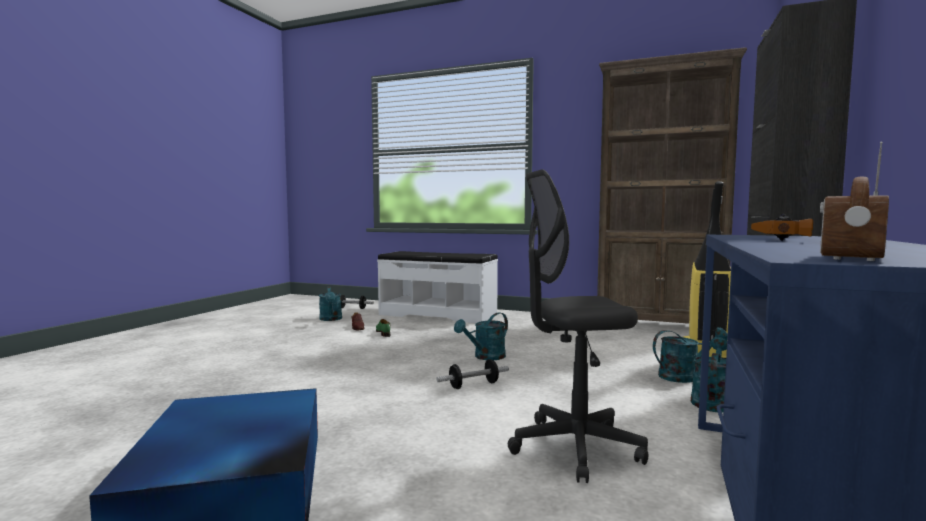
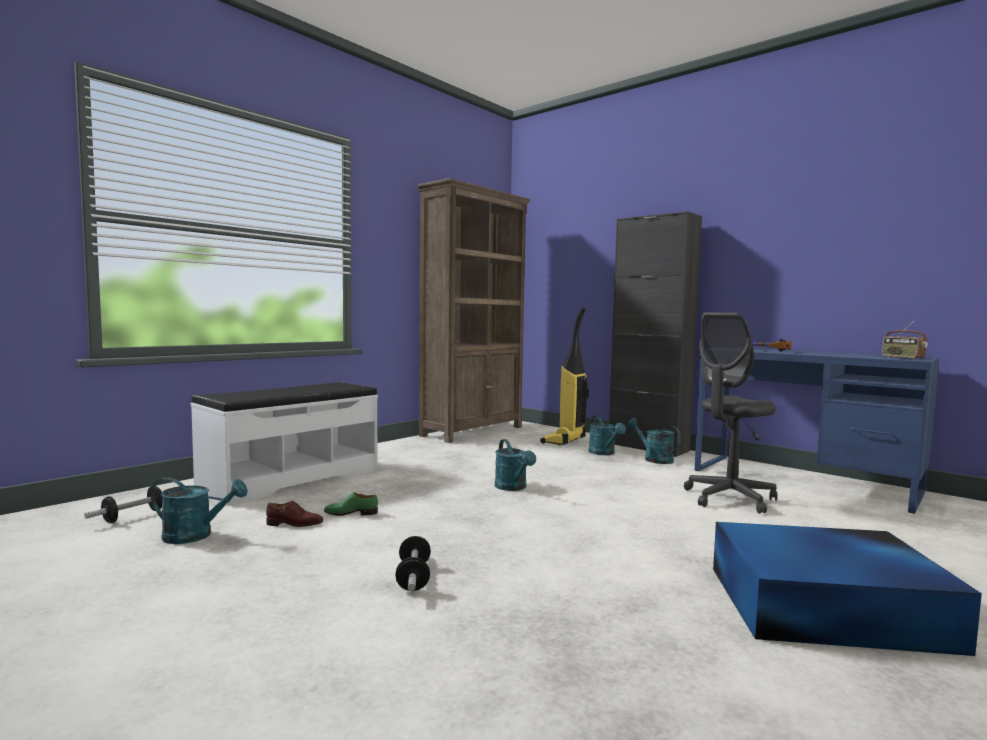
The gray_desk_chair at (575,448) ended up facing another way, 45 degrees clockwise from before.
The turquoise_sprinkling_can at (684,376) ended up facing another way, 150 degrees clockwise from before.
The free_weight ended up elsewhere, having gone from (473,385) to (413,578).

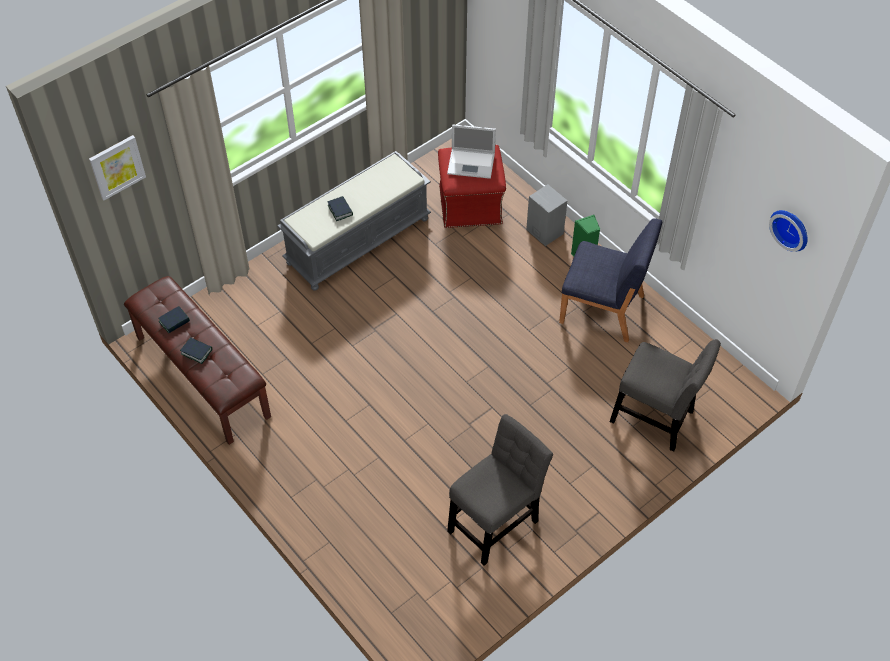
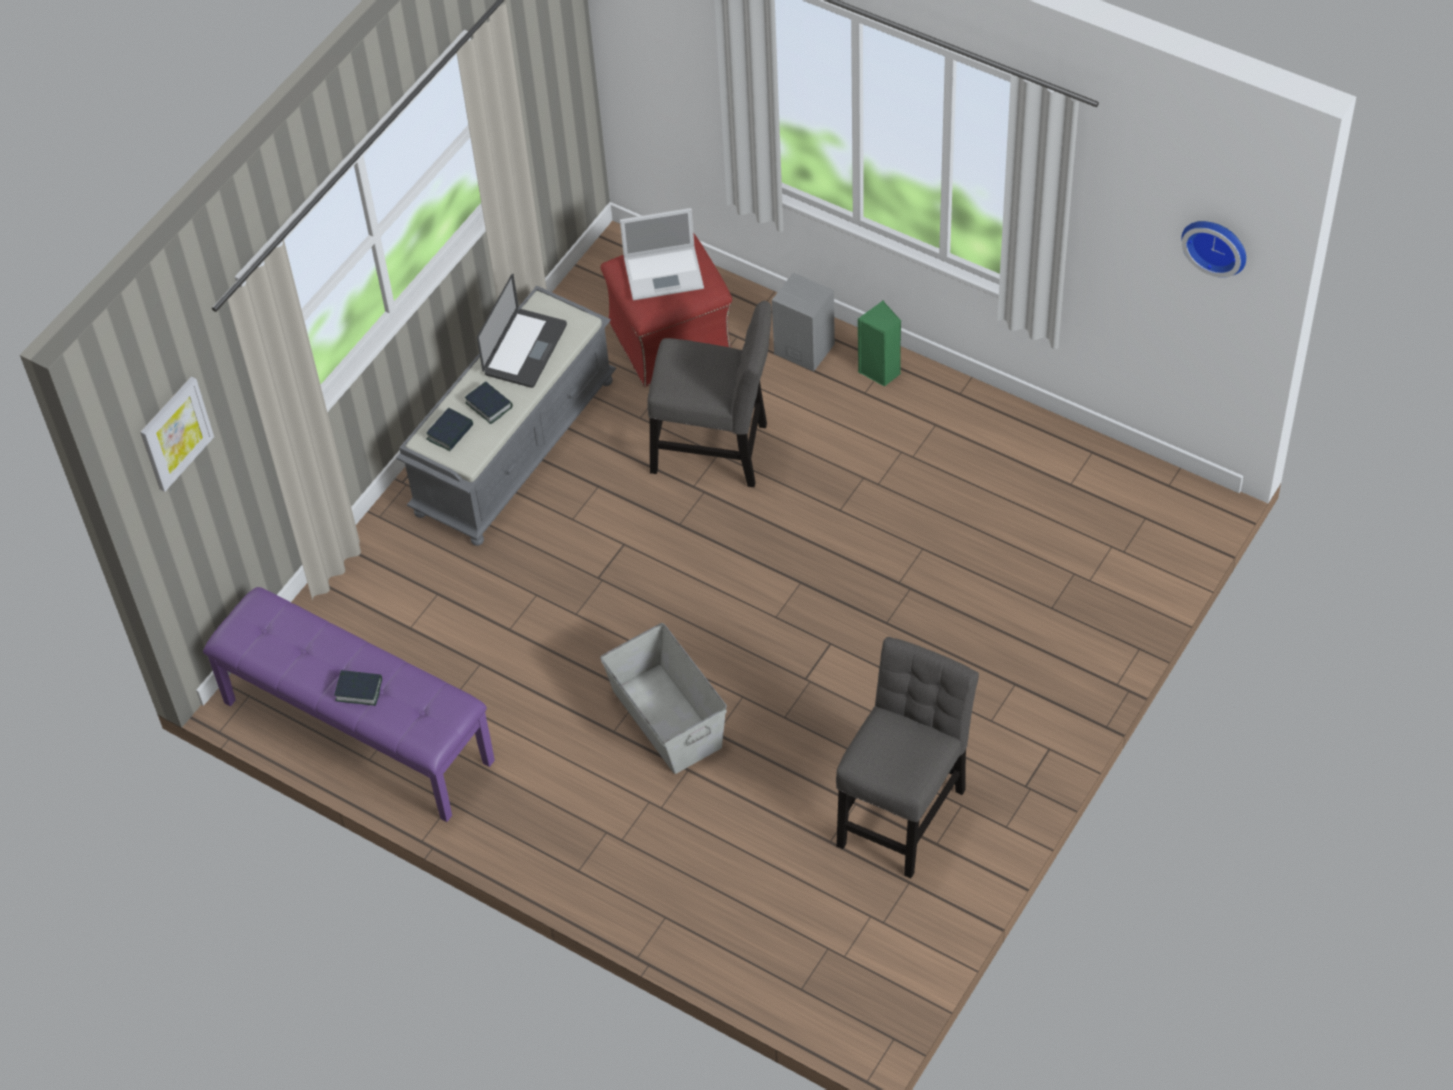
The second view lost the blue-coloured_chair at (603,310).
What was the brown_bench at (201,376) turned into the purple-coloured_bench at (356,732).
The book ended up elsewhere, having gone from (174,321) to (450,433).
The gray_chair ended up elsewhere, having gone from (655,419) to (716,450).
The second view gained the portable_computer at (525,349).
The second view gained the gray_storage_box at (666,719).

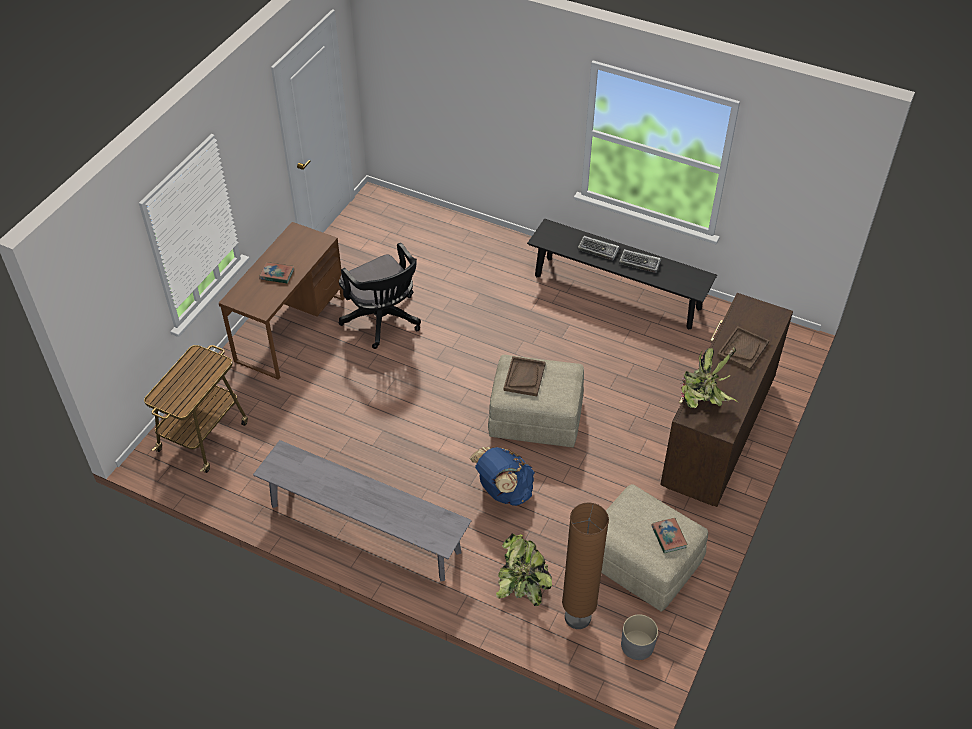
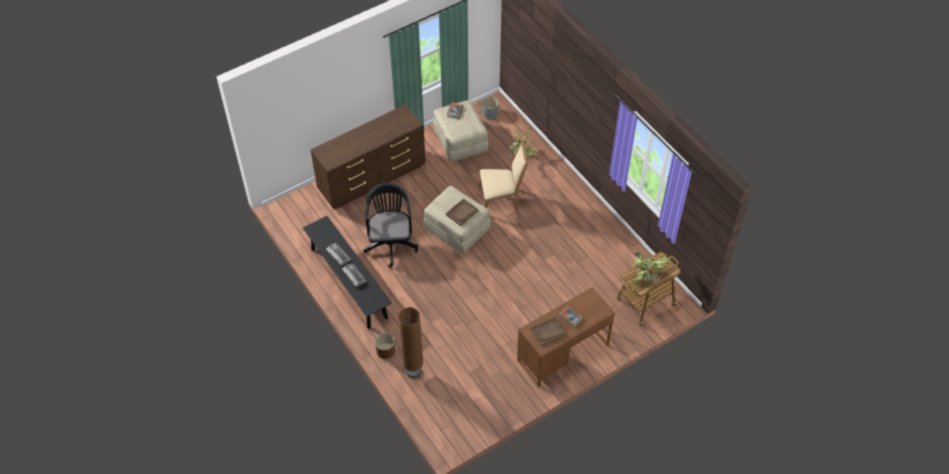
The black_desk_chair ended up elsewhere, having gone from (383,321) to (391,242).
The brown_carrying_tray ended up elsewhere, having gone from (742,349) to (548,332).
The potted_plant ended up elsewhere, having gone from (701,401) to (648,275).
The second view lost the gray_bench at (364,528).
Where the blue-coloured_backpack stood at (503,491), the sand-coloured_chair came to stand at (501,199).
The brown_standing_lamp ended up elsewhere, having gone from (577,617) to (413,371).
The second view gained the brown_flower_pot at (385,350).

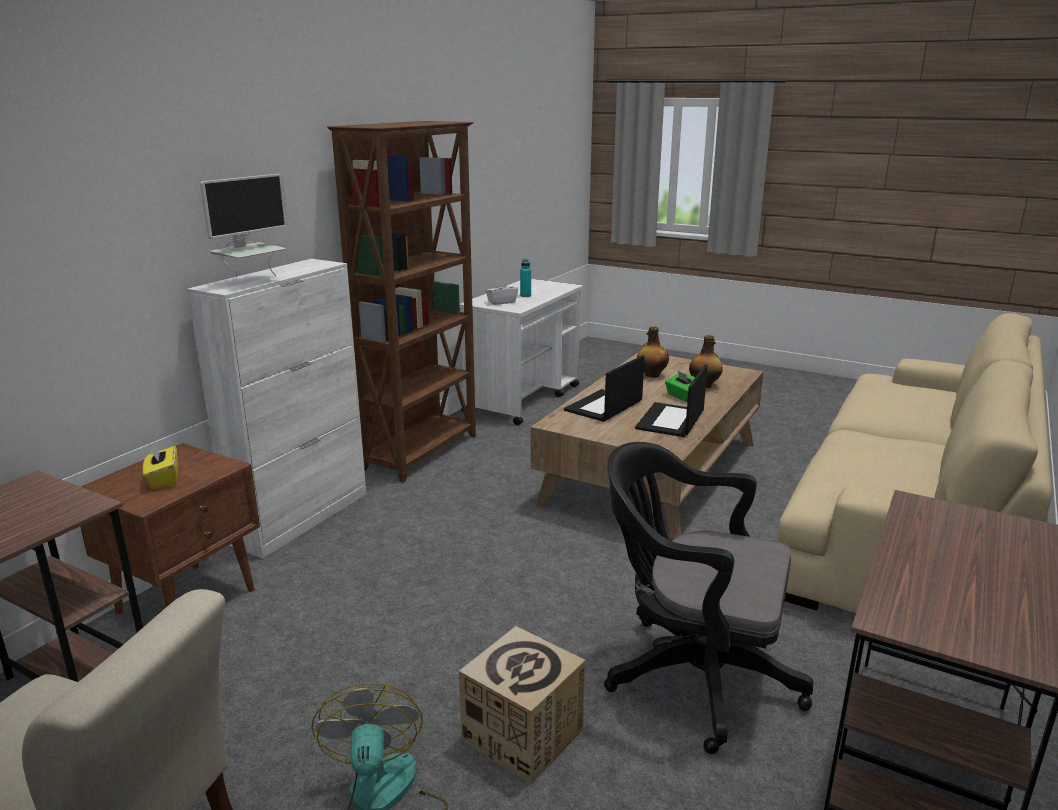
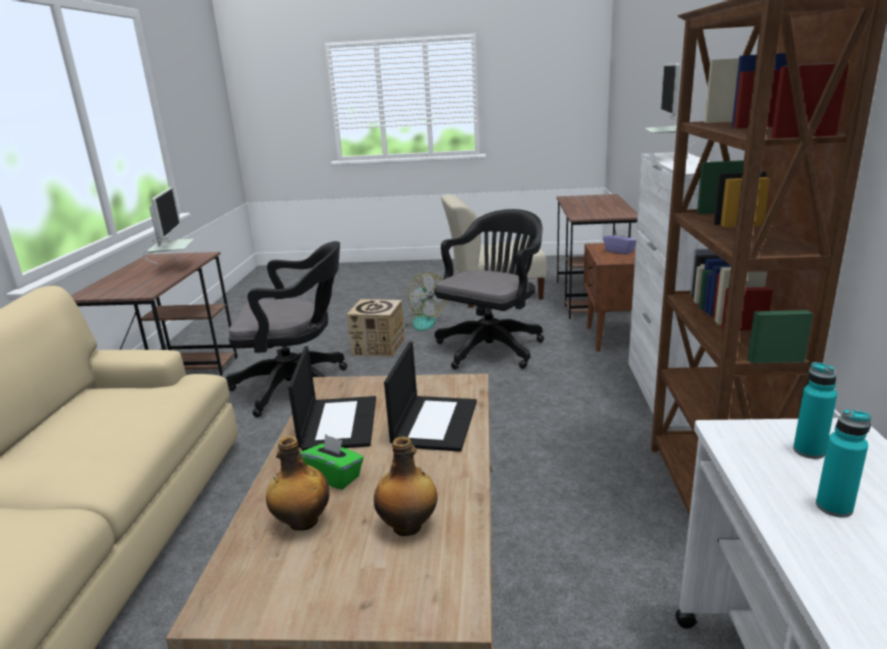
Where the whitish_box_of_tissues stood at (501,302), the turquoise_beverage_bottle came to stand at (809,451).
What was the yellowish_box_of_tissues at (163,479) turned into the purple-coloured_box_of_tissues at (619,251).
The second view gained the computer_display at (174,268).
The second view gained the black_desk_chair at (493,347).

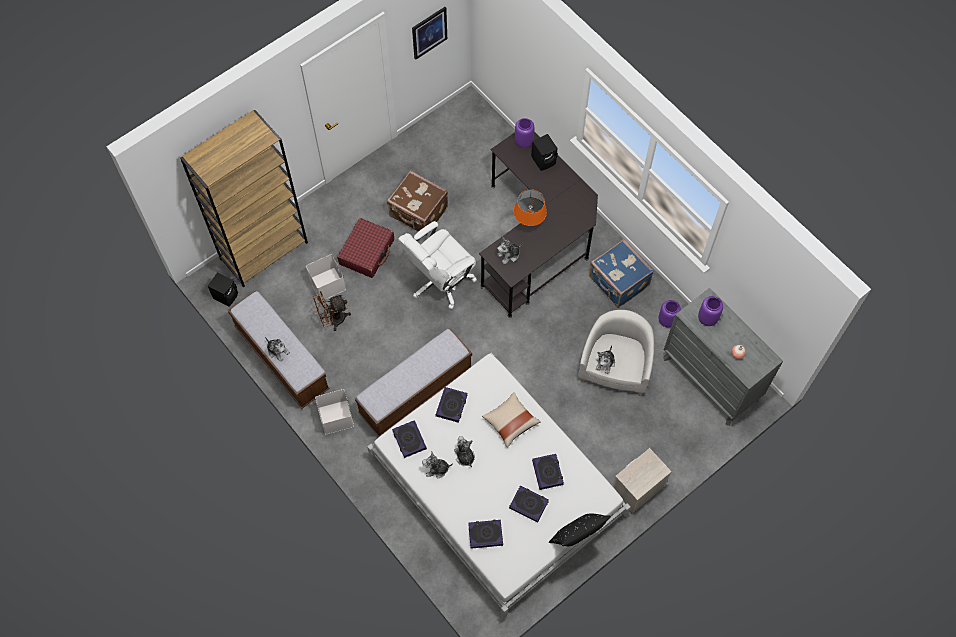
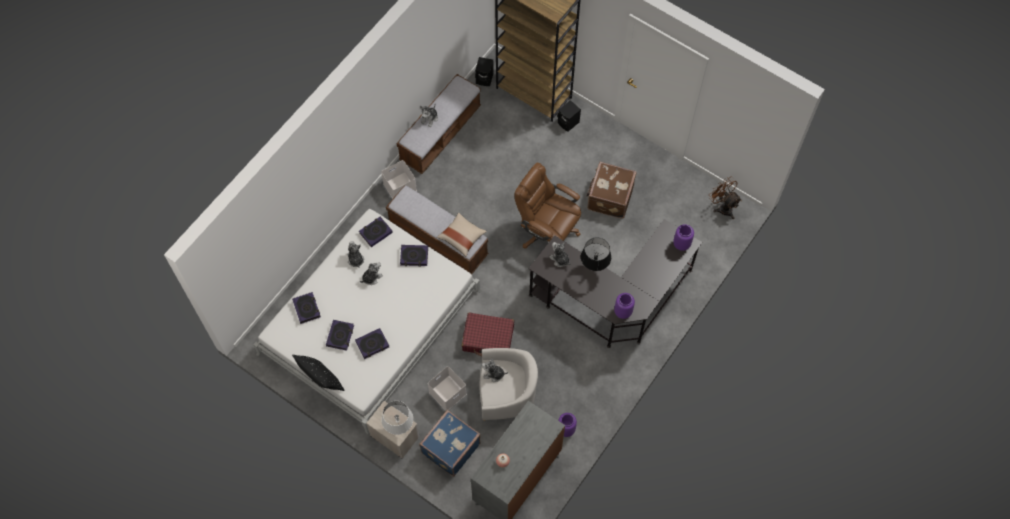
The second view lost the picture at (429,32).
The black_speaker ended up elsewhere, having gone from (544,160) to (568,123).
What was the orange_table_lamp at (529,226) turned into the black_table_lamp at (594,268).
The red-coloured_travel_case ended up elsewhere, having gone from (367,252) to (488,338).
What was the whitish_desk_chair at (440,281) turned into the brown_desk_chair at (547,231).
The blue-coloured_travel_case ended up elsewhere, having gone from (618,282) to (449,448).
The whitish_storage_box ended up elsewhere, having gone from (326,284) to (447,392).
The brown_fan ended up elsewhere, having gone from (333,320) to (722,207).
The purple-coloured_decorative_vase ended up elsewhere, having gone from (708,318) to (623,312).
The sand-coloured_throw_pillow ended up elsewhere, having gone from (510,422) to (462,237).
The second view gained the whitish_table_lamp at (399,428).

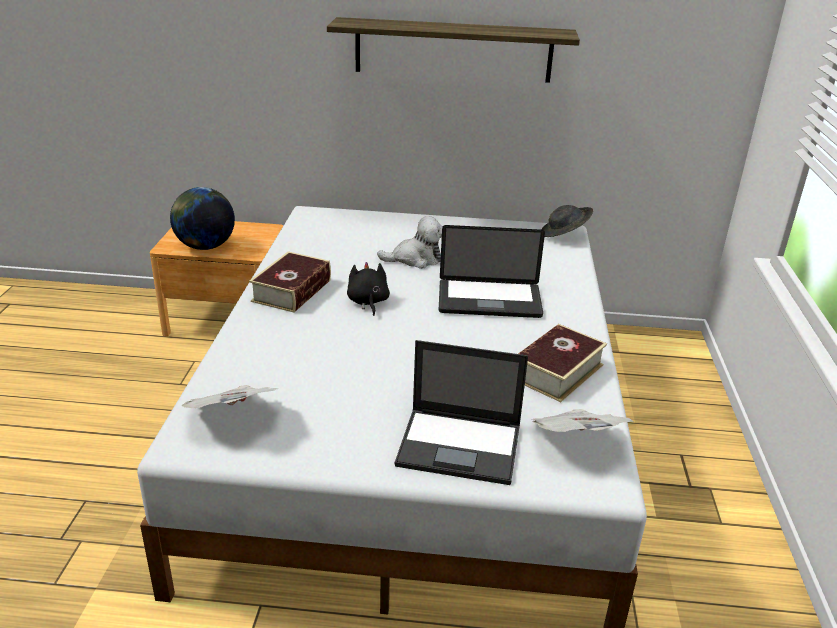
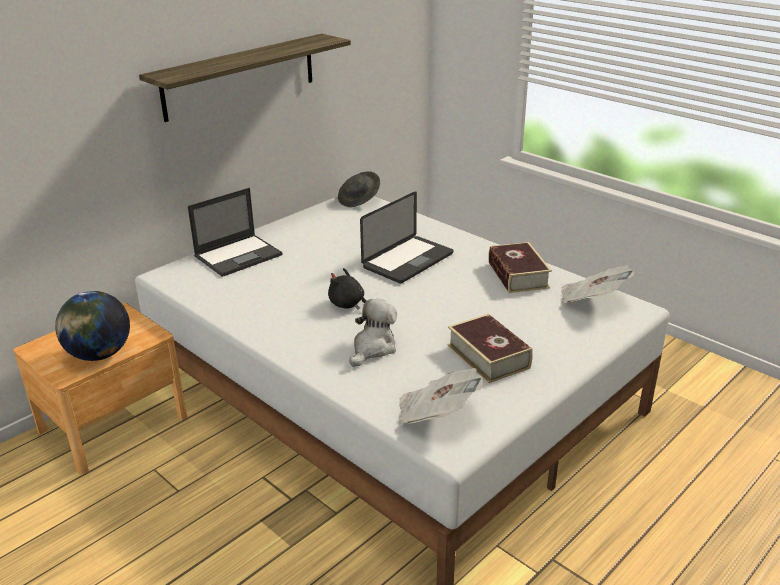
The soft_toy ended up elsewhere, having gone from (415,259) to (373,348).
The book ended up elsewhere, having gone from (292,291) to (488,356).
The portable_computer ended up elsewhere, having gone from (461,446) to (239,255).

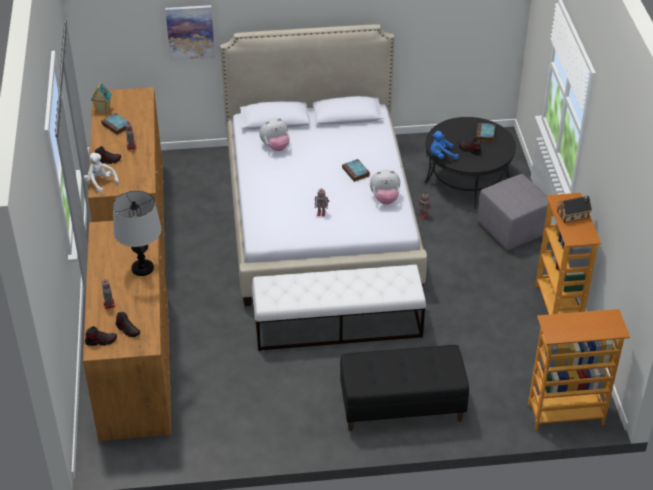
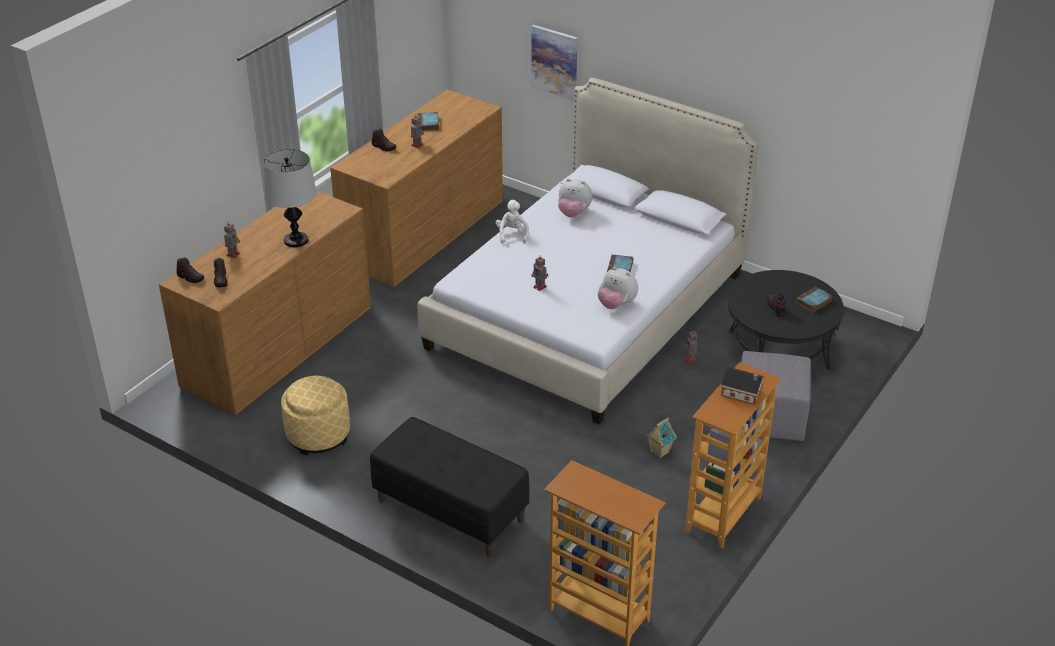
The miniature_house ended up elsewhere, having gone from (102,110) to (659,452).
The second view lost the blue-coloured_soft_toy at (441,156).
The whitish_soft_toy ended up elsewhere, having gone from (100,182) to (512,235).
The second view lost the whitish_bench at (338,325).
The second view gained the pouffe at (318,435).

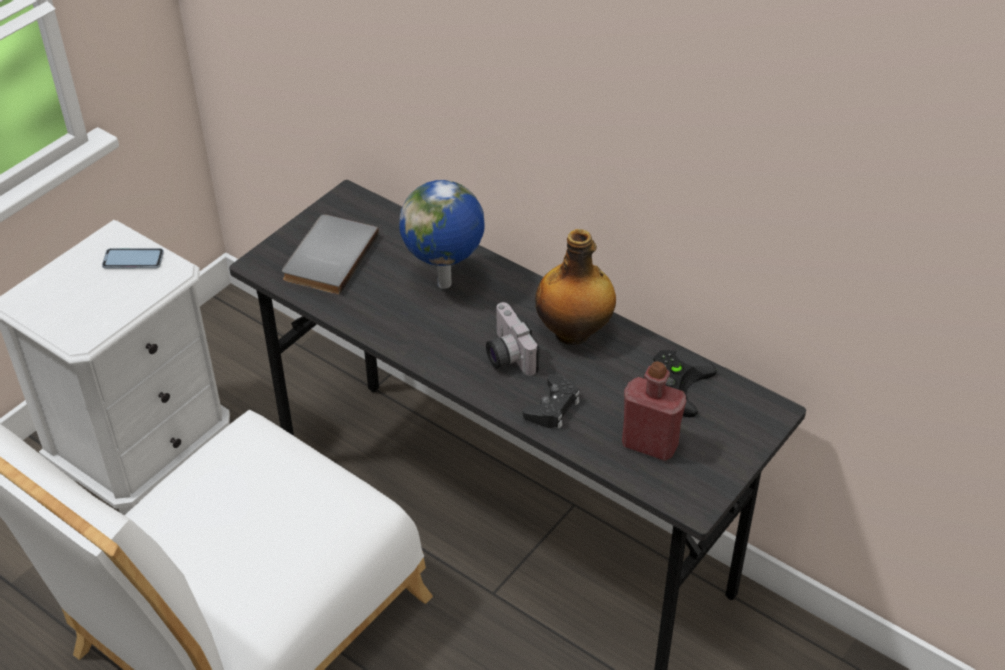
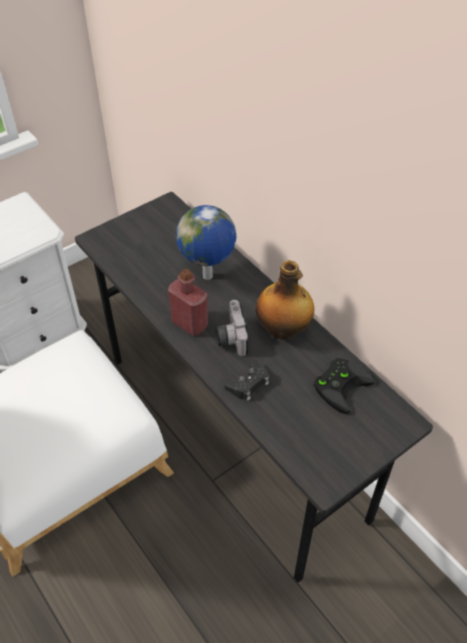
The second view lost the gray_book at (327,257).
The second view lost the handset at (133,259).
The red-coloured_beverage_bottle ended up elsewhere, having gone from (649,444) to (189,323).

